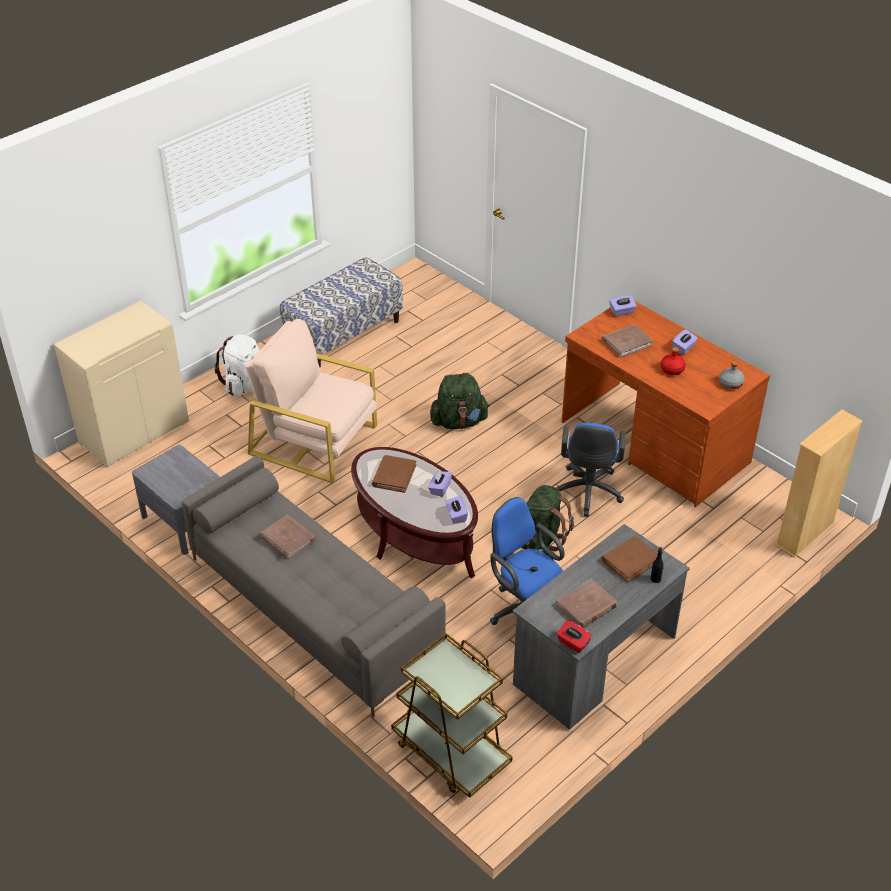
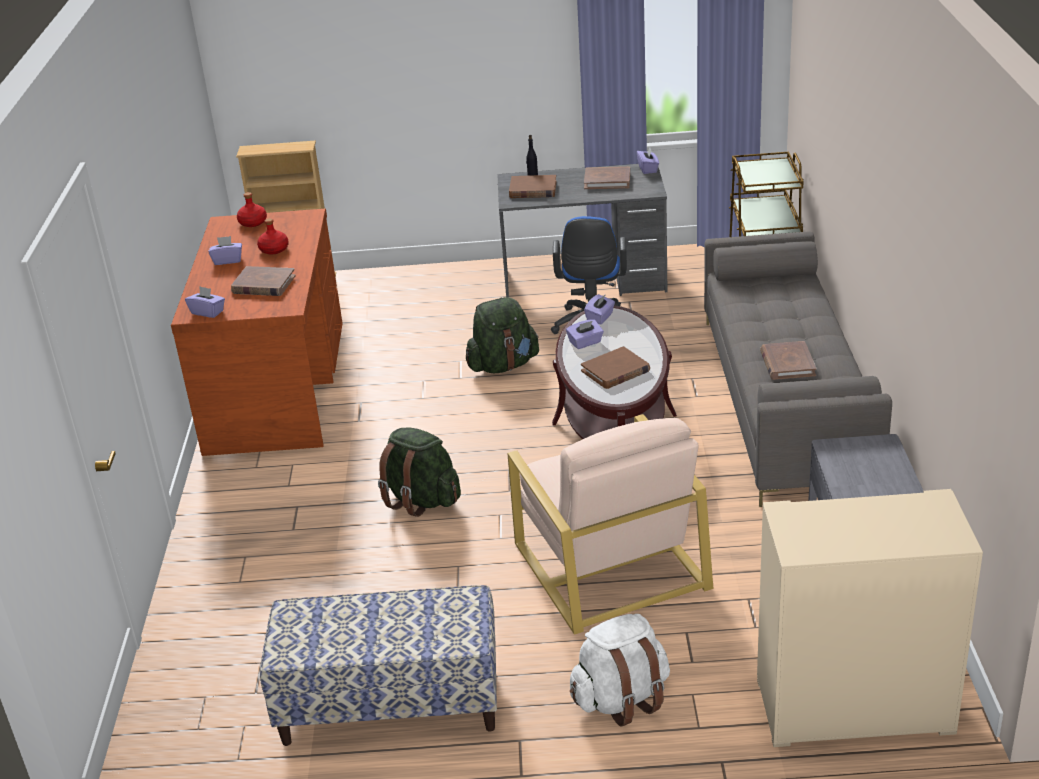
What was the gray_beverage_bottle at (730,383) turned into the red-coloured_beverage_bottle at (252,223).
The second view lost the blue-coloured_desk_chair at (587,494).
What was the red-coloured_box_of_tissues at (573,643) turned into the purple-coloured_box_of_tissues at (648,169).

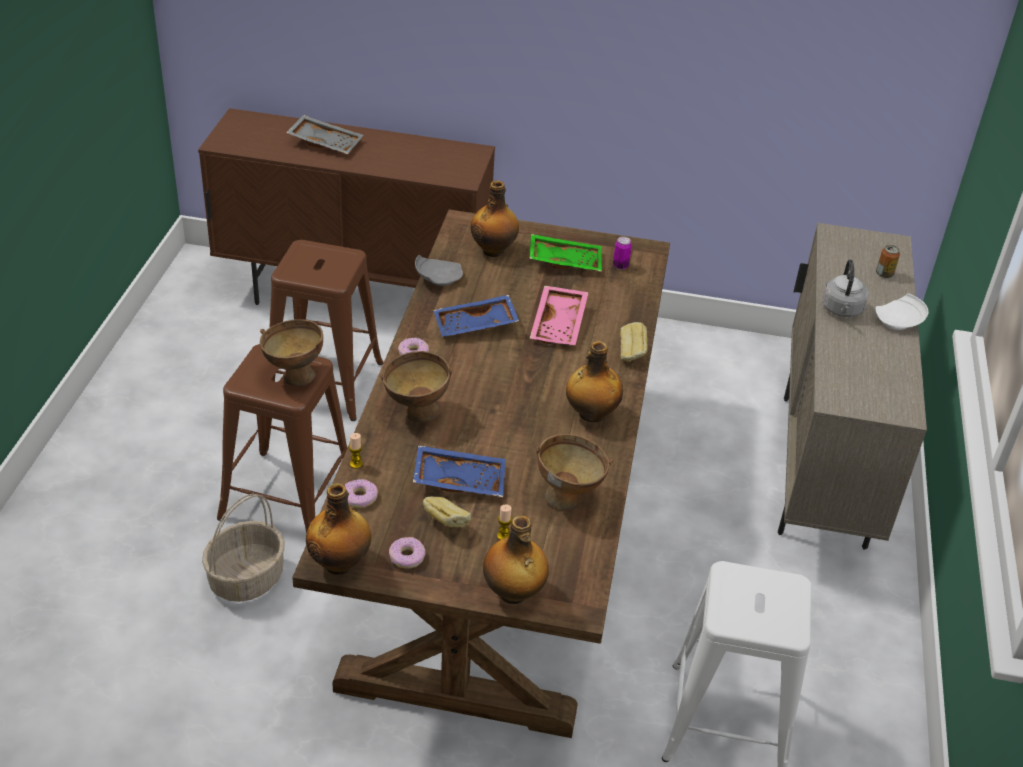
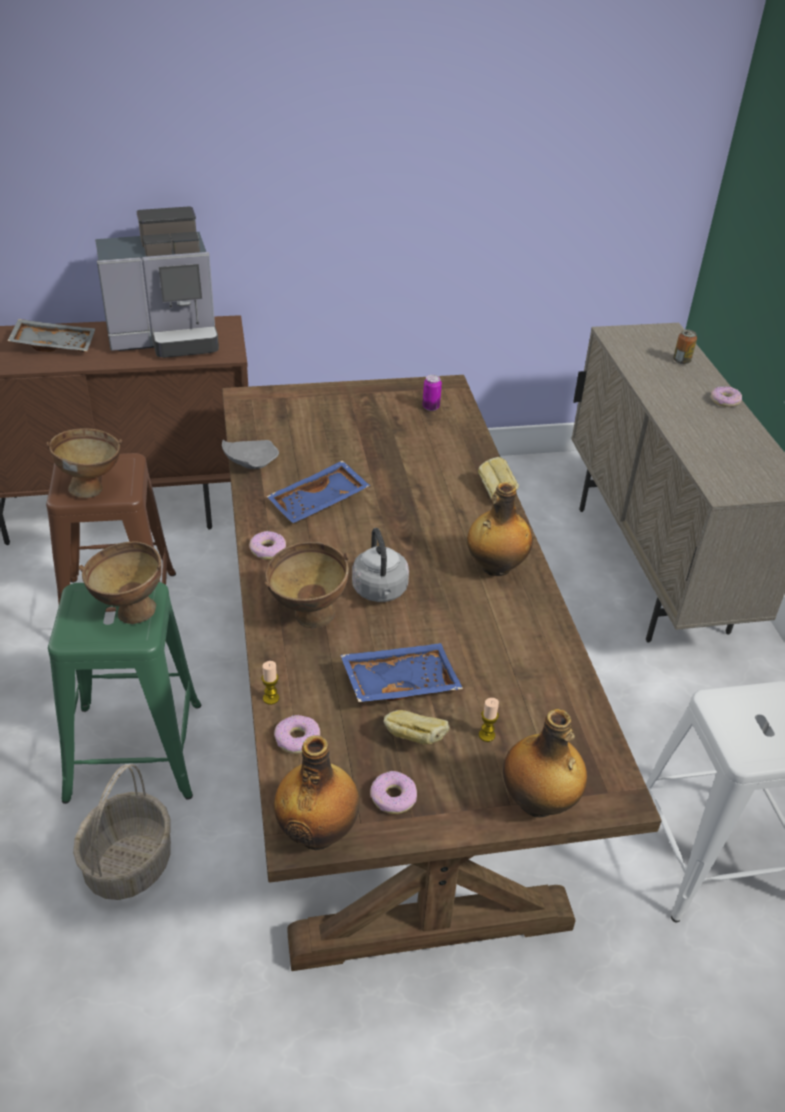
The second view lost the beverage_bottle at (494,250).
The second view lost the green_carrying_tray at (565,260).
The gray_water_kettle ended up elsewhere, having gone from (842,310) to (380,591).
The second view lost the pink-coloured_carrying_tray at (560,324).
Where the whitish_flat_dish stood at (899,321), the ring_doughnut came to stand at (725,401).
What was the brown_stool at (287,496) turned into the green_stool at (135,750).
The brown_bowl ended up elsewhere, having gone from (570,498) to (93,488).
The second view gained the coffee_brewer at (166,338).

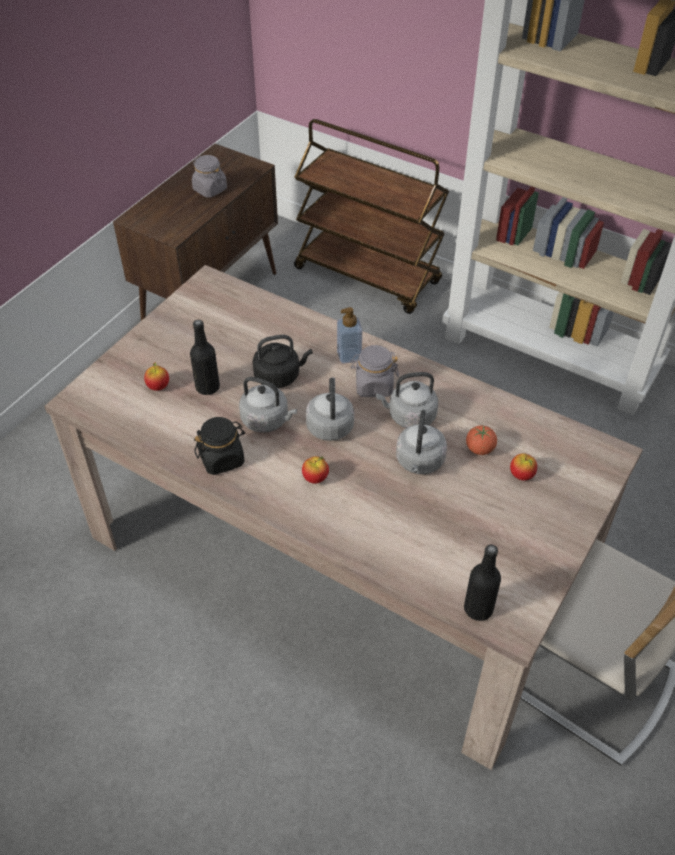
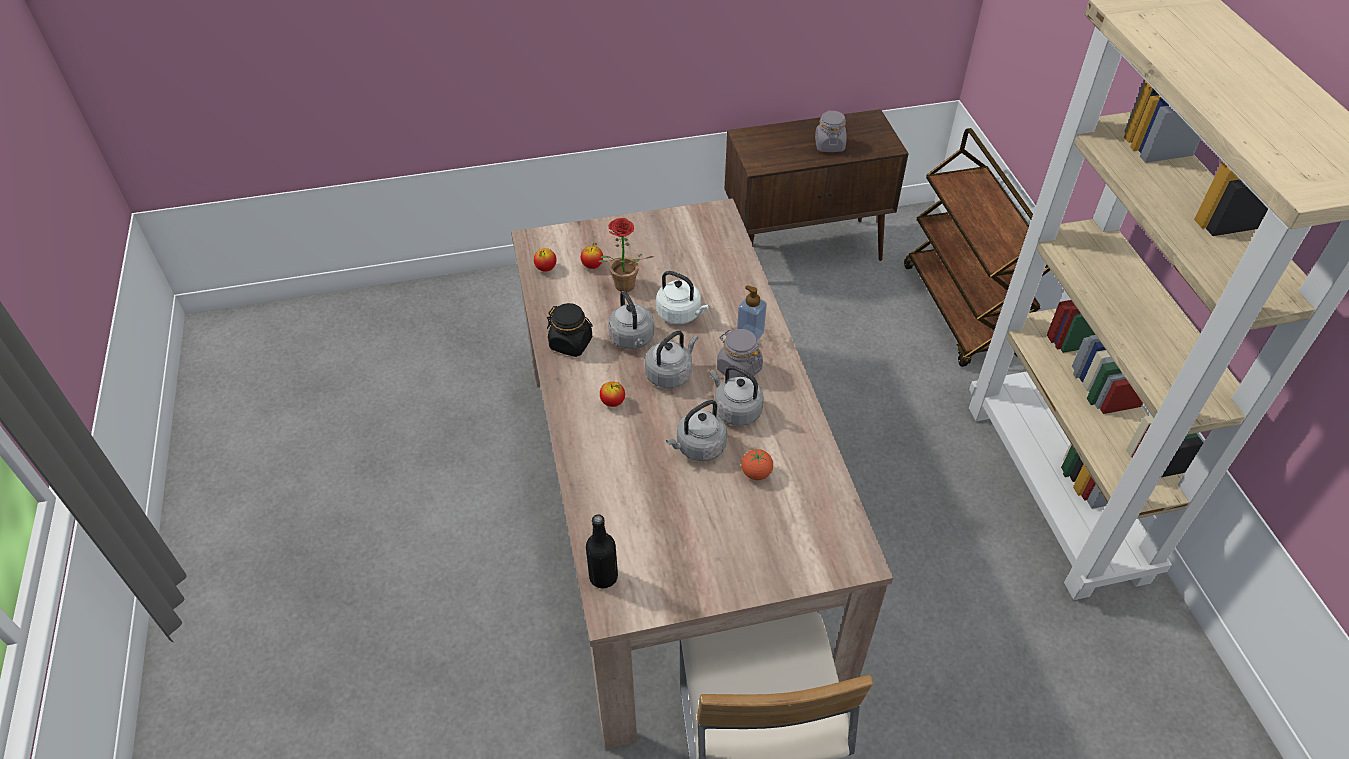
Where the black_beverage_bottle stood at (207,387), the potted_plant came to stand at (623,288).
What was the black_water_kettle at (279,376) turned into the whitish_water_kettle at (681,314).
The apple_fruit ended up elsewhere, having gone from (521,475) to (546,268).

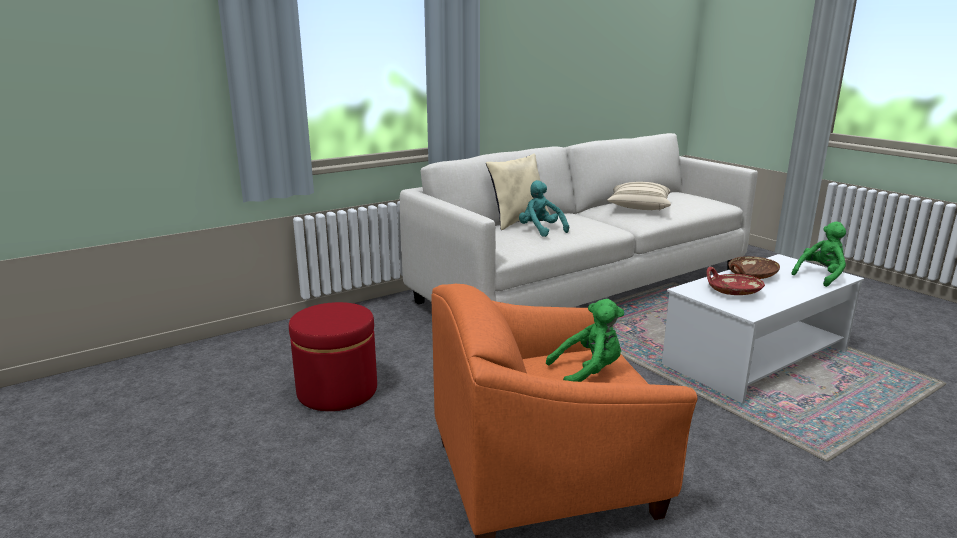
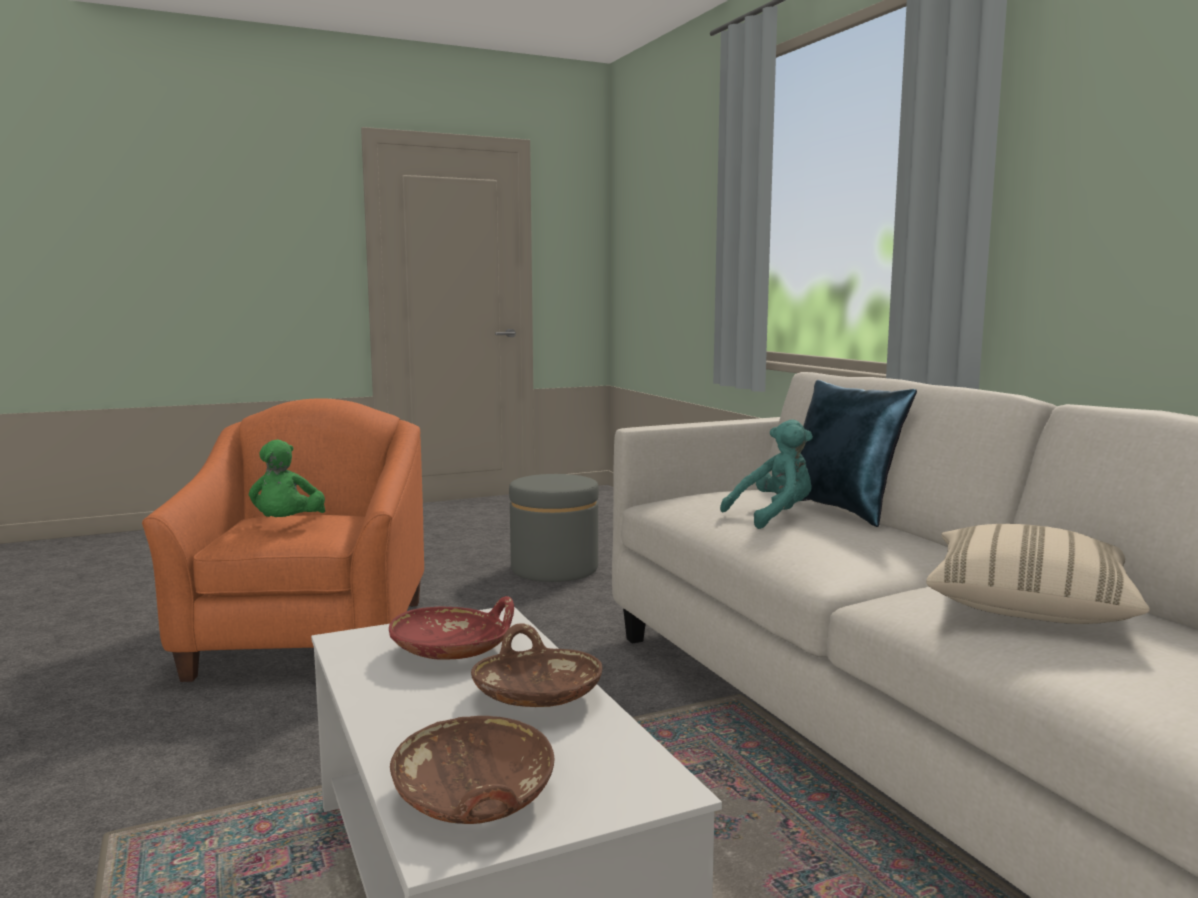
What was the sand-coloured_throw_pillow at (518,221) turned into the blue-coloured_throw_pillow at (842,511).
Where the green_soft_toy stood at (820,276), the brown_bowl came to stand at (474,797).
What was the red-coloured_pouffe at (337,391) turned into the gray_pouffe at (554,569).

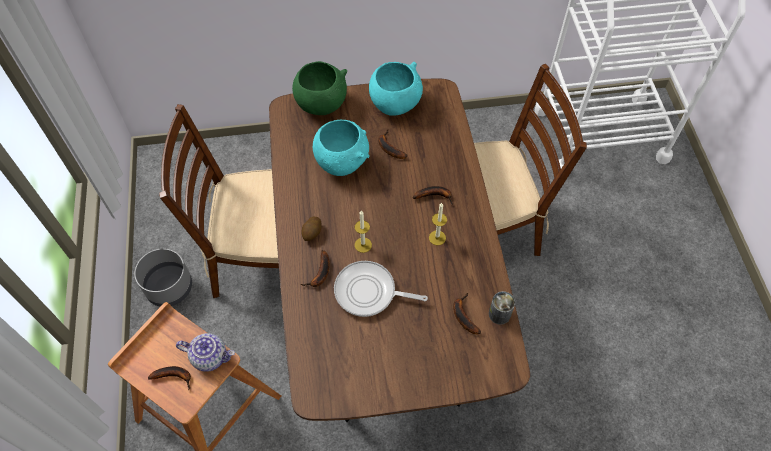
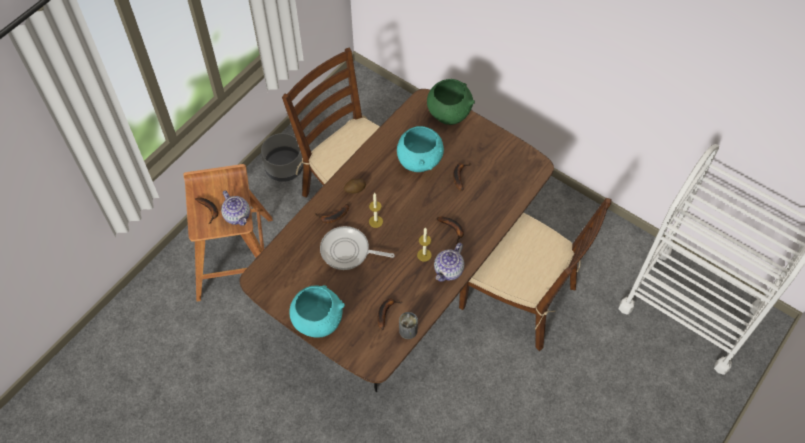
The turquoise_bowl ended up elsewhere, having gone from (395,104) to (317,321).
The pan at (369,292) ended up facing another way, 45 degrees counterclockwise from before.
The second view gained the teapot at (449,270).

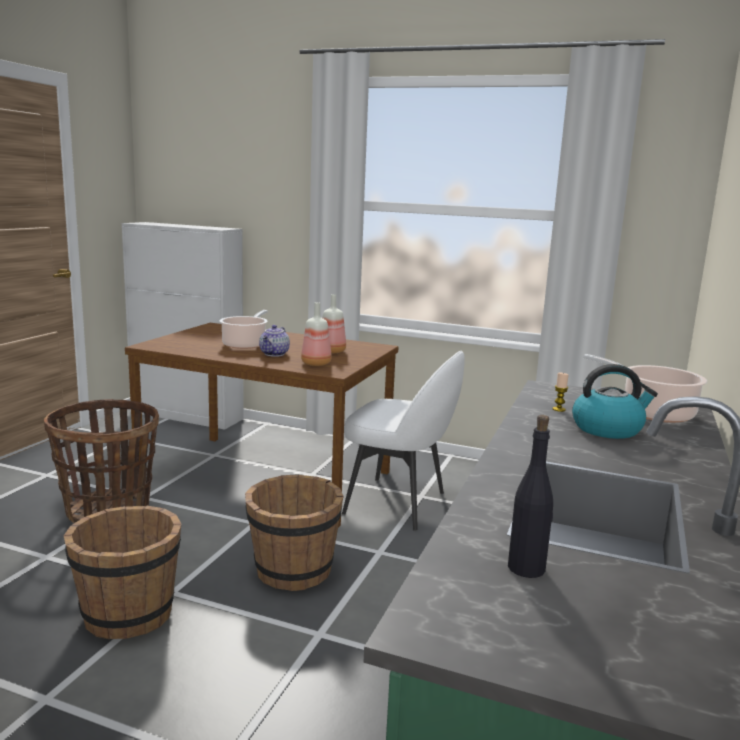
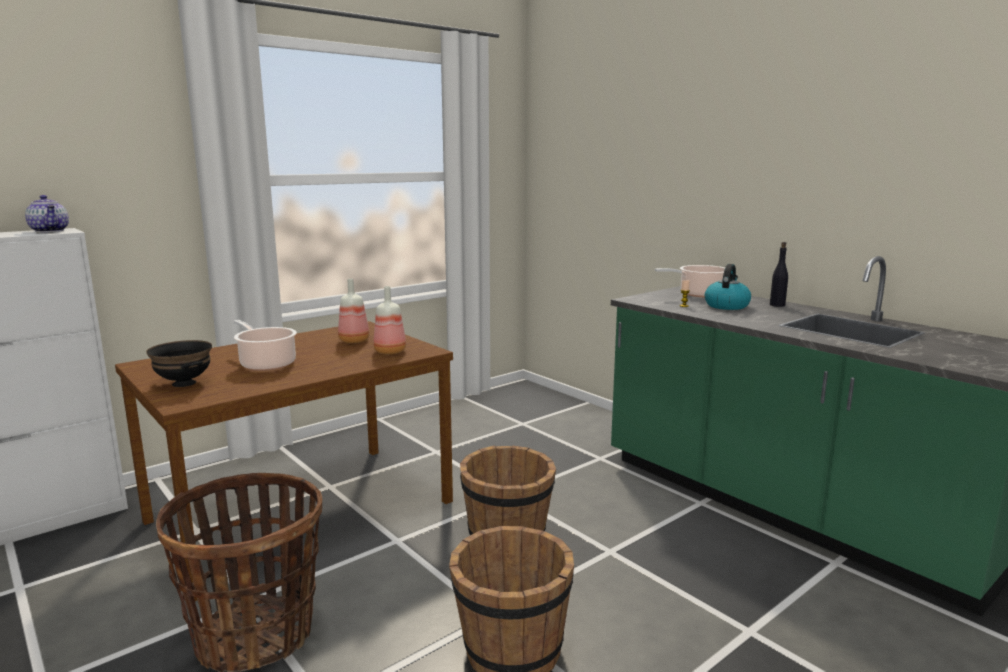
The teapot ended up elsewhere, having gone from (275,354) to (50,231).
The second view lost the whitish_chair at (398,503).
The black_beverage_bottle ended up elsewhere, having gone from (527,568) to (777,305).
The second view gained the black_bowl at (183,383).

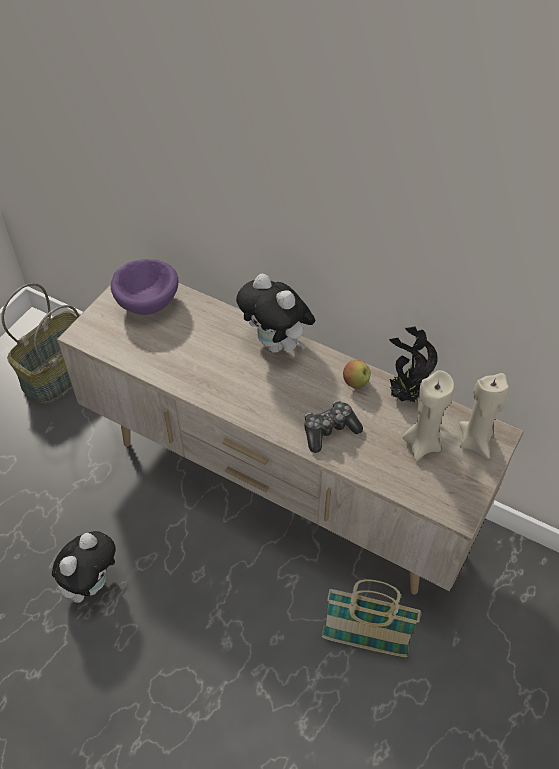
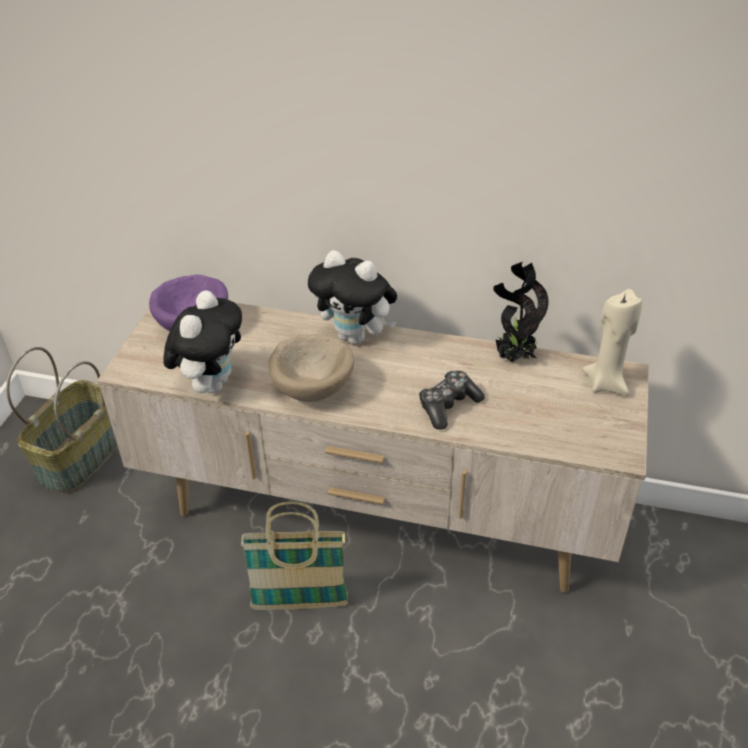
The second view lost the apple_fruit at (356,383).
The second view lost the sand-coloured_candle at (422,443).
The soft_toy ended up elsewhere, having gone from (92,583) to (211,383).
The household_basket ended up elsewhere, having gone from (364,643) to (300,603).
The second view gained the sand-coloured_bowl at (314,387).

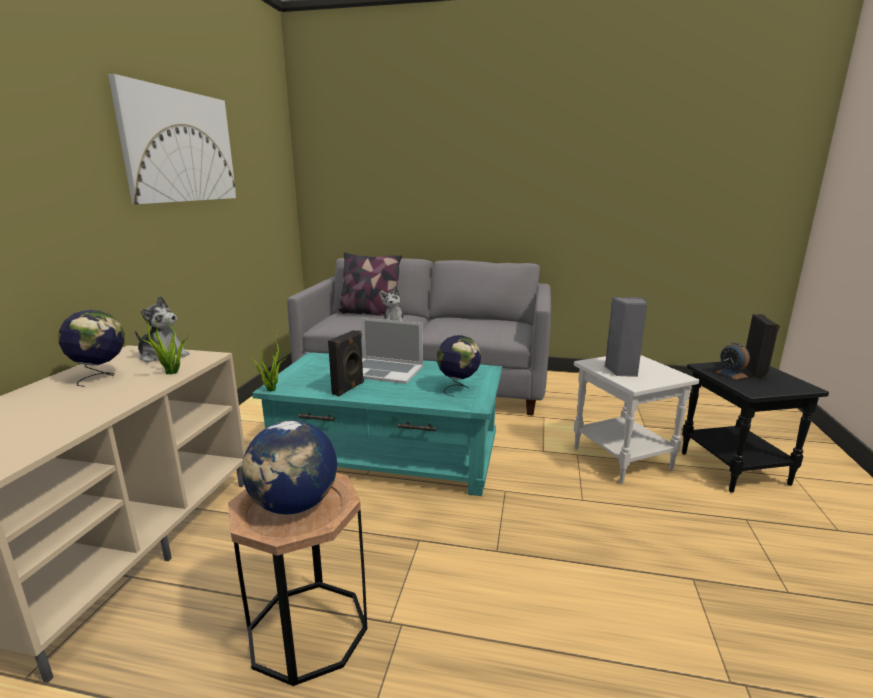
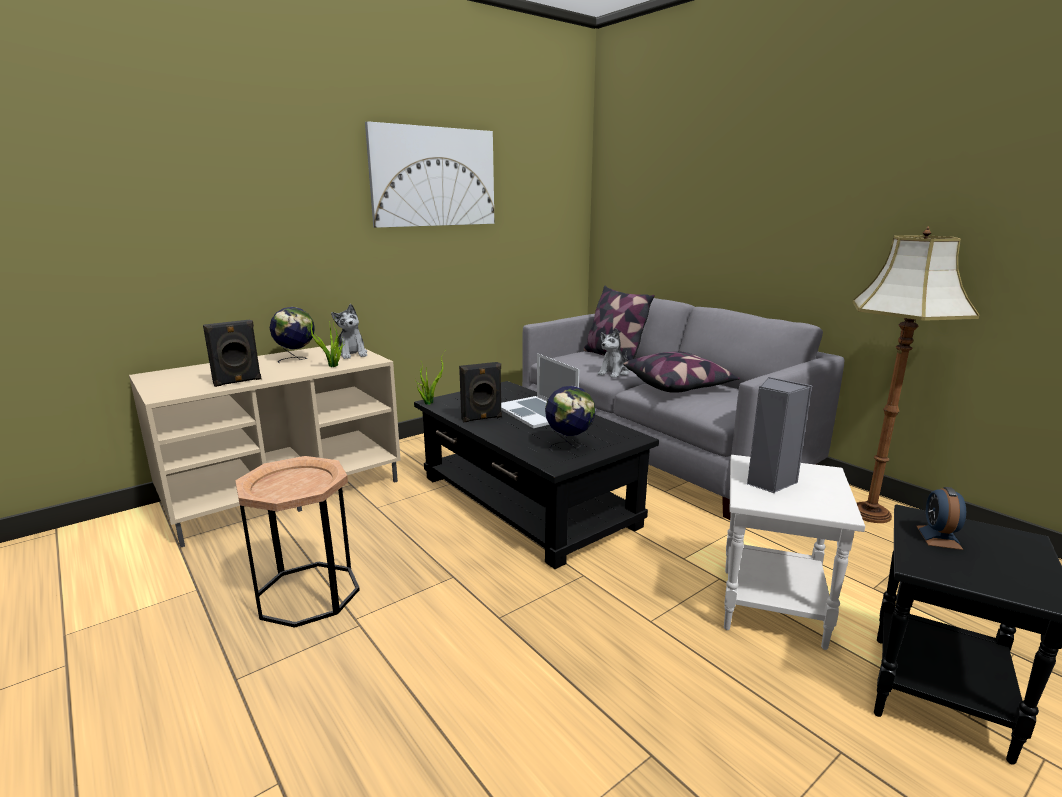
The black_speaker ended up elsewhere, having gone from (755,372) to (237,382).
What was the turquoise_lounge_table at (388,454) turned into the black_lounge_table at (527,501).
The second view lost the globe at (294,505).
The second view gained the standing_lamp at (870,513).
The second view gained the throw_pillow at (678,386).

